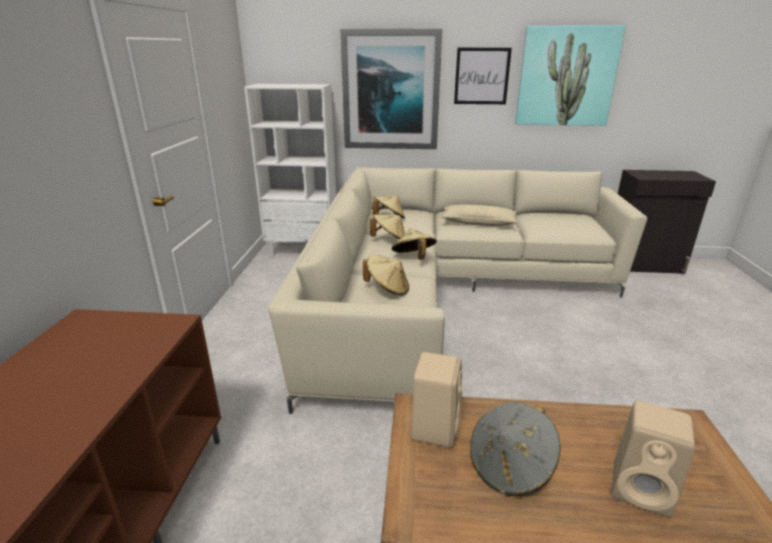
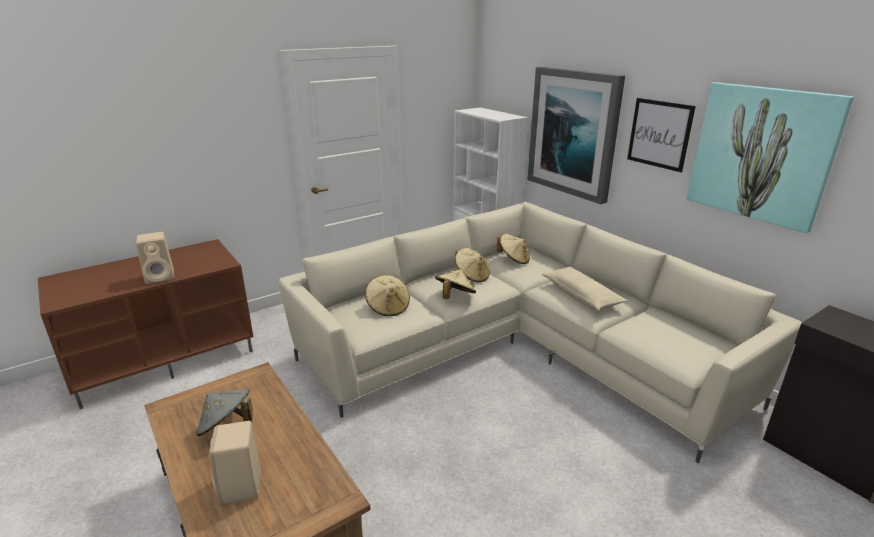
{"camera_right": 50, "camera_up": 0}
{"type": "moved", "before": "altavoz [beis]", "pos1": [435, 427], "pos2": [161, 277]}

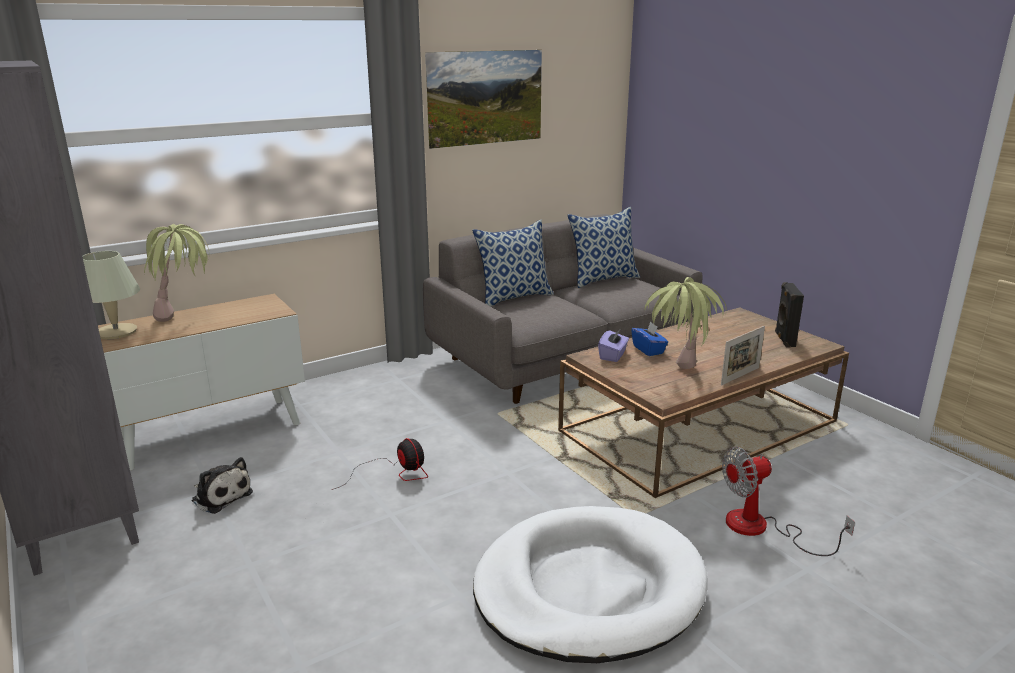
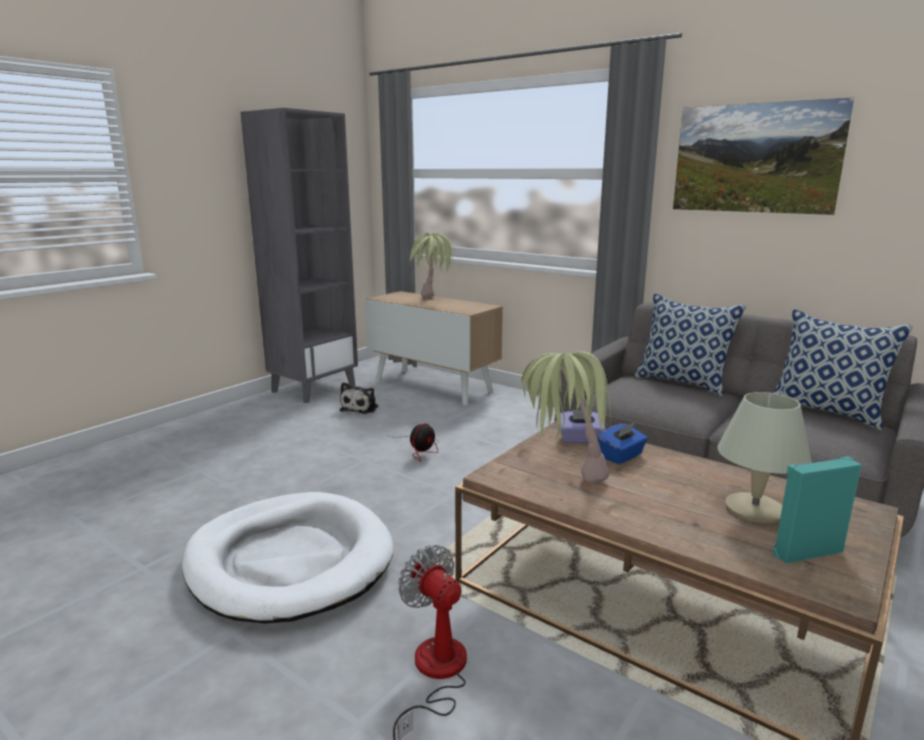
{"camera_right": 70, "camera_up": -5}
{"type": "removed", "before": "portarretratos", "pos1": [740, 376]}
{"type": "moved", "before": "lámpara de mesa [beis]", "pos1": [116, 332], "pos2": [754, 509]}
{"type": "recoloured", "before": "altavoz [negro]", "after": "altavoz [turquesa]", "pos1": [784, 339], "pos2": [805, 552]}

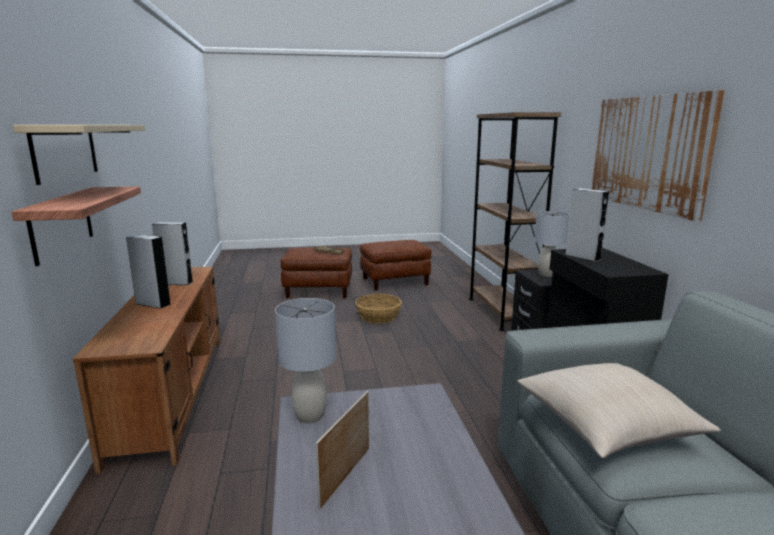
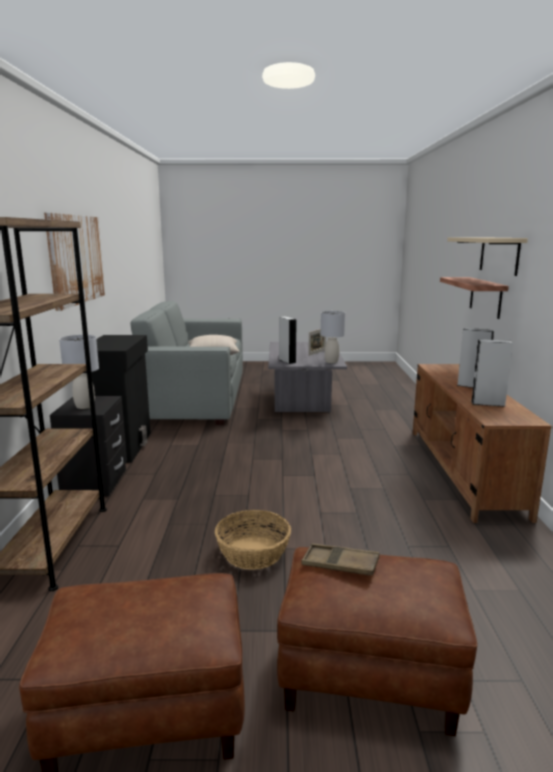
{"camera_right": -170, "camera_up": 0}
{"type": "moved", "before": "altavoz [gris]", "pos1": [582, 257], "pos2": [287, 361]}

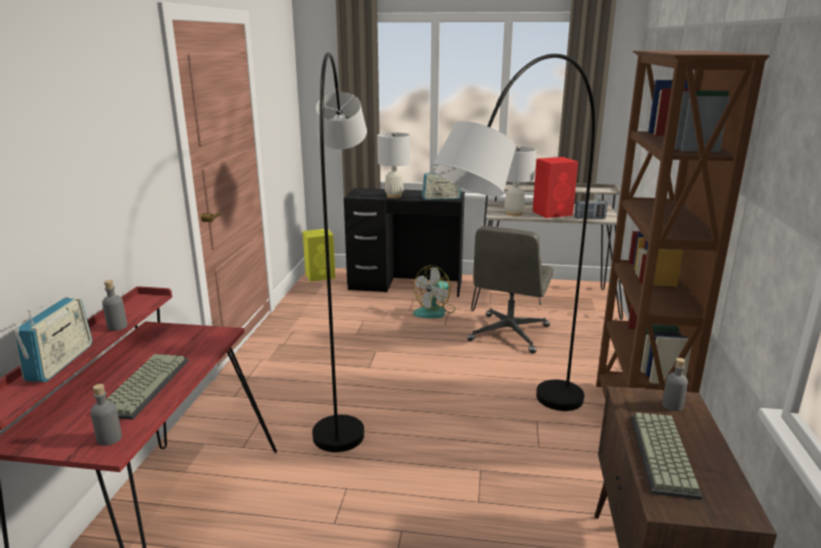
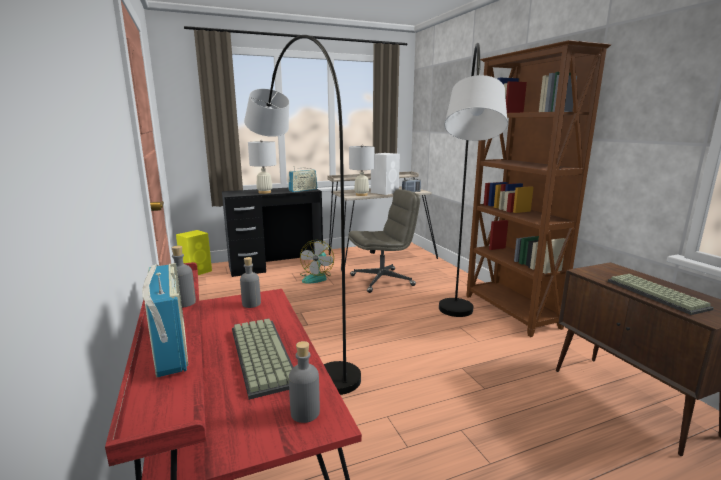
{"camera_right": -30, "camera_up": -5}
{"type": "moved", "before": "botella [gris]", "pos1": [672, 405], "pos2": [251, 304]}
{"type": "recoloured", "before": "altavoz [rojo]", "after": "altavoz [blanco]", "pos1": [553, 213], "pos2": [385, 192]}
{"type": "turned", "before": "silla de oficina [gris]", "pos1": [509, 334], "pos2": [382, 280], "turn": -105}

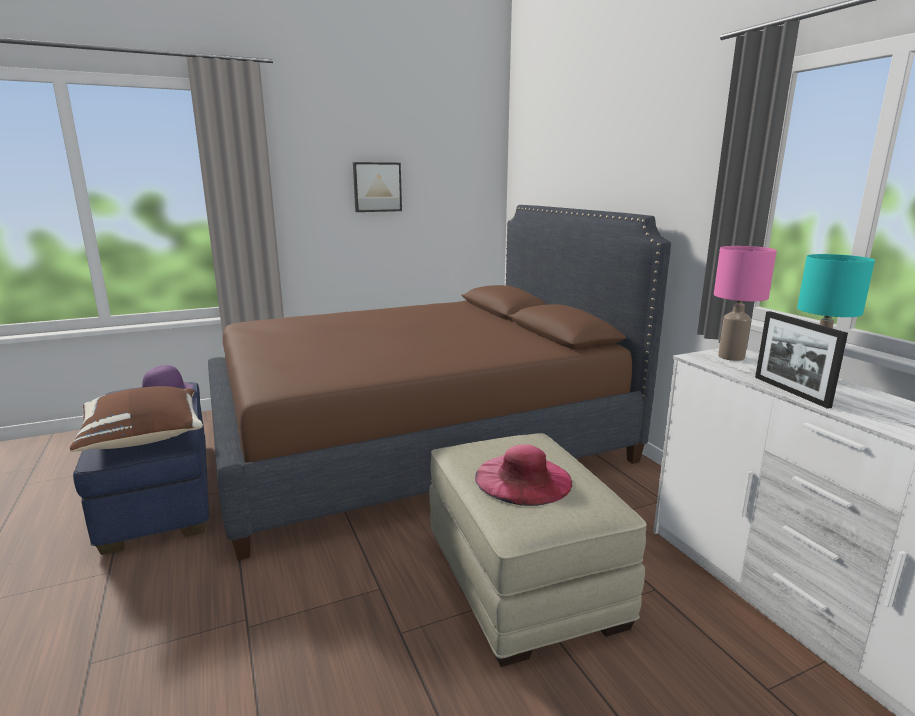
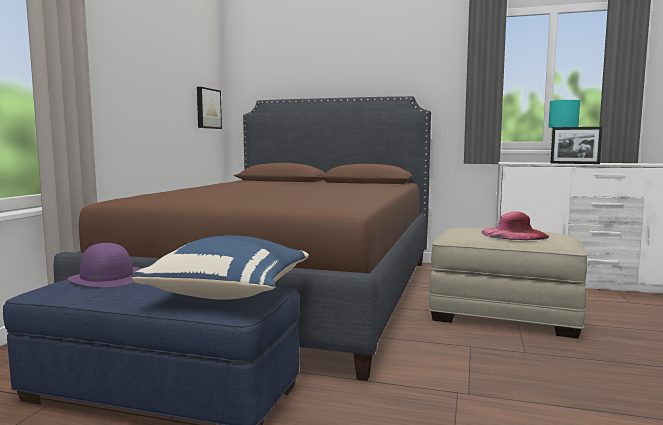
{"camera_right": -50, "camera_up": -10}
{"type": "removed", "before": "lámpara de mesa [rosa]", "pos1": [730, 357]}
{"type": "moved", "before": "cuadro", "pos1": [377, 187], "pos2": [207, 108]}
{"type": "recoloured", "before": "cojín [marrón]", "after": "cojín [azul]", "pos1": [144, 438], "pos2": [231, 293]}

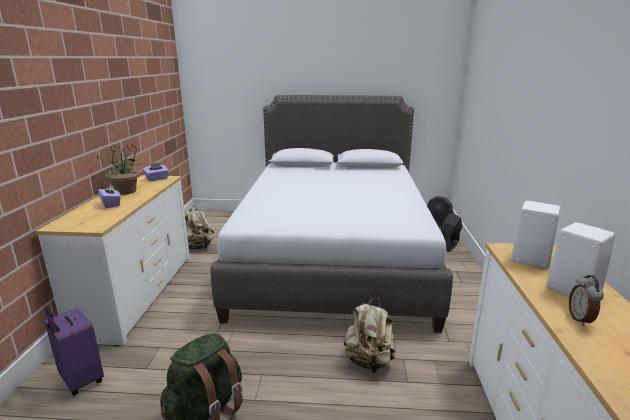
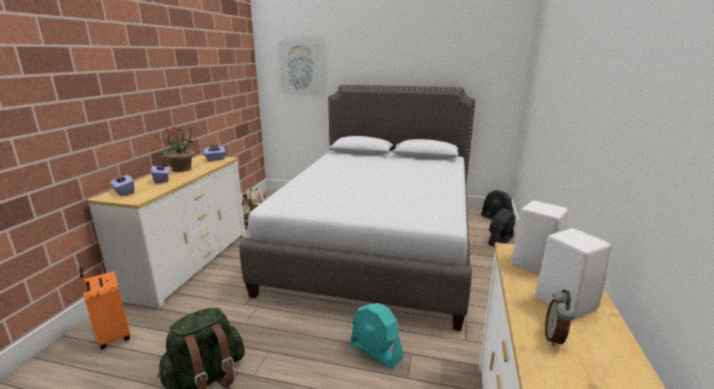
{"camera_right": 10, "camera_up": 0}
{"type": "added", "after": "caja de pañuelos [morado]", "pos2": [124, 192]}
{"type": "added", "after": "cuadro", "pos2": [300, 68]}
{"type": "replaced", "before": "mochila [beis]", "after": "ventilador [turquesa]", "pos1": [369, 361], "pos2": [376, 351]}
{"type": "recoloured", "before": "maleta [morado]", "after": "maleta [naranja]", "pos1": [80, 381], "pos2": [112, 336]}

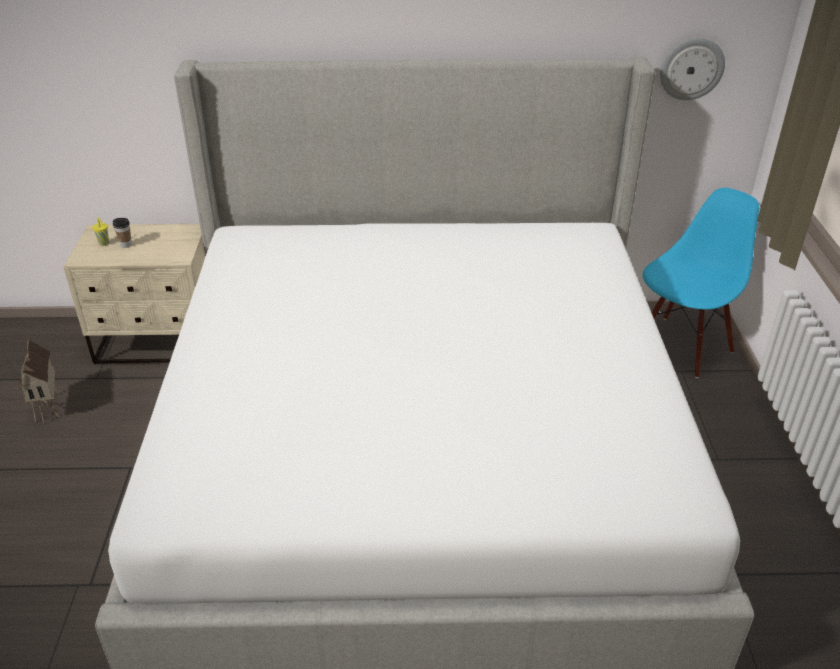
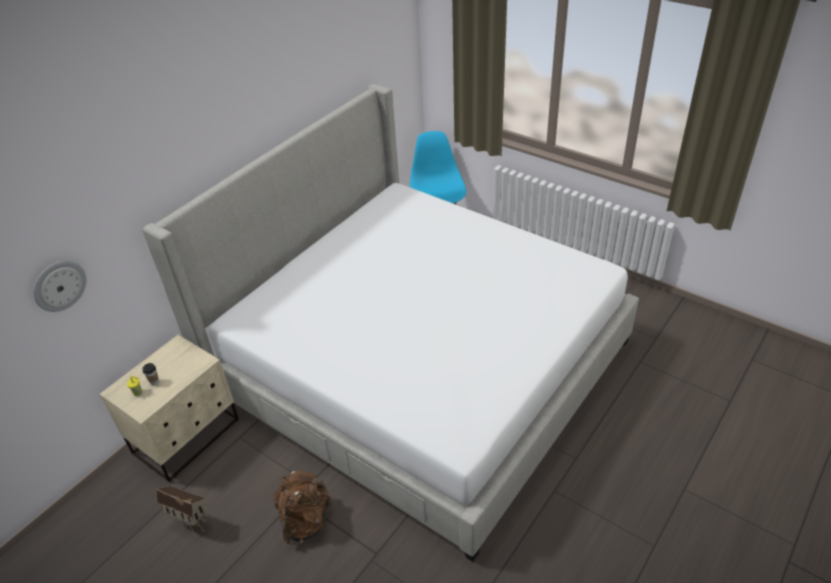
{"camera_right": -50, "camera_up": 5}
{"type": "added", "after": "mochila [marrón]", "pos2": [305, 521]}
{"type": "moved", "before": "reloj de pared", "pos1": [691, 68], "pos2": [59, 285]}

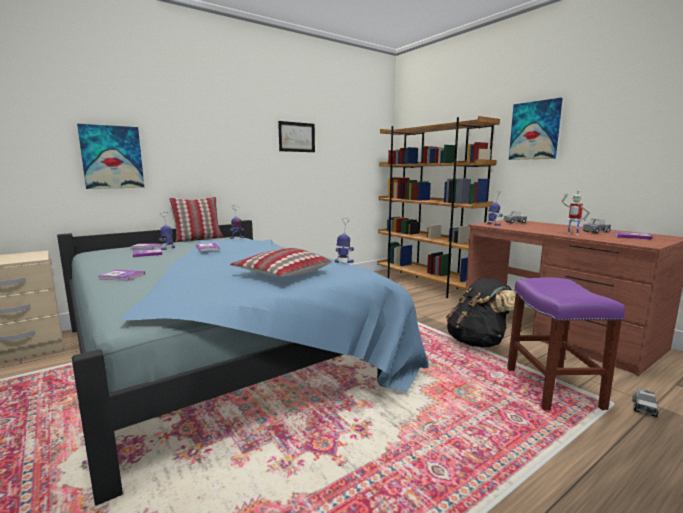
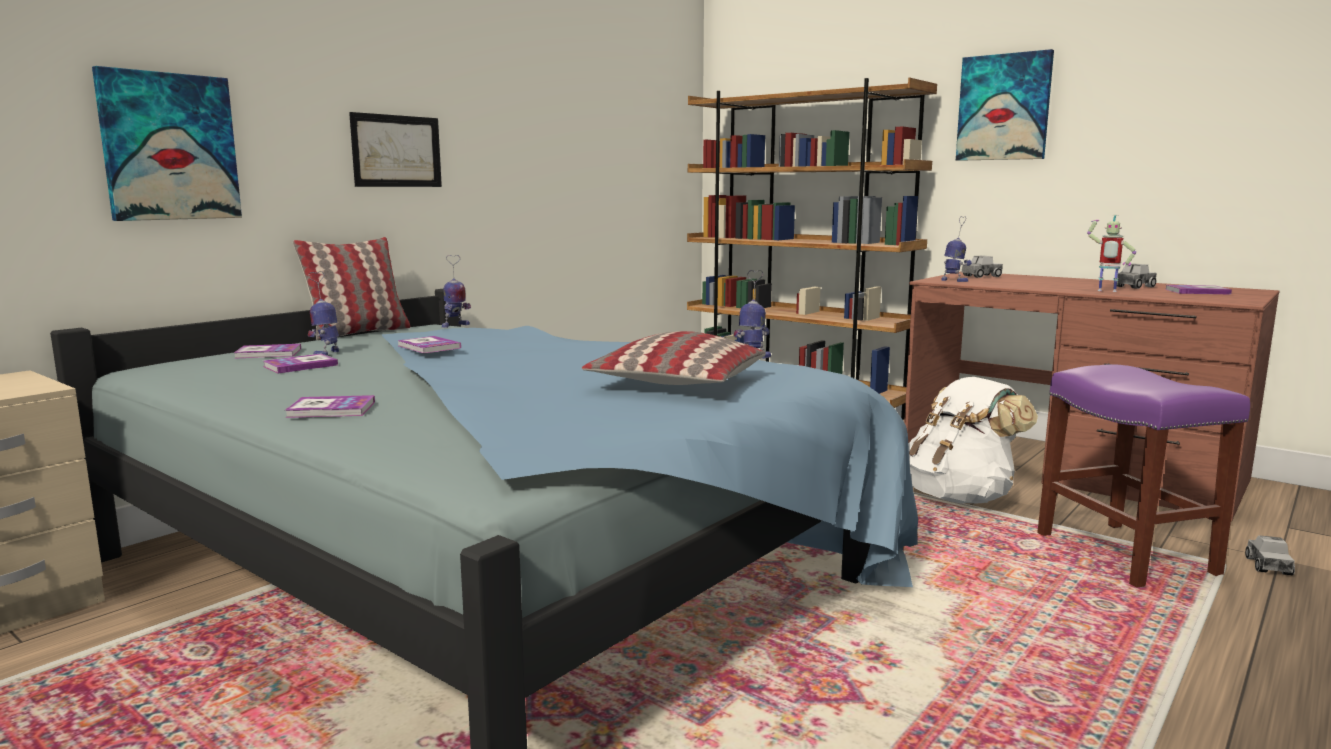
{"camera_right": -15, "camera_up": 0}
{"type": "moved", "before": "cuadro", "pos1": [297, 137], "pos2": [396, 151]}
{"type": "recoloured", "before": "mochila [negro]", "after": "mochila [blanco]", "pos1": [477, 342], "pos2": [959, 497]}

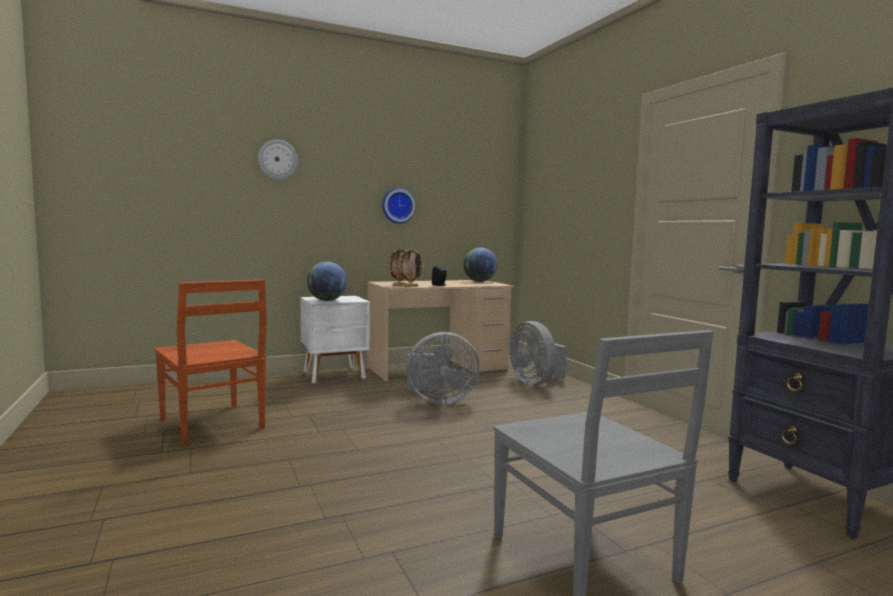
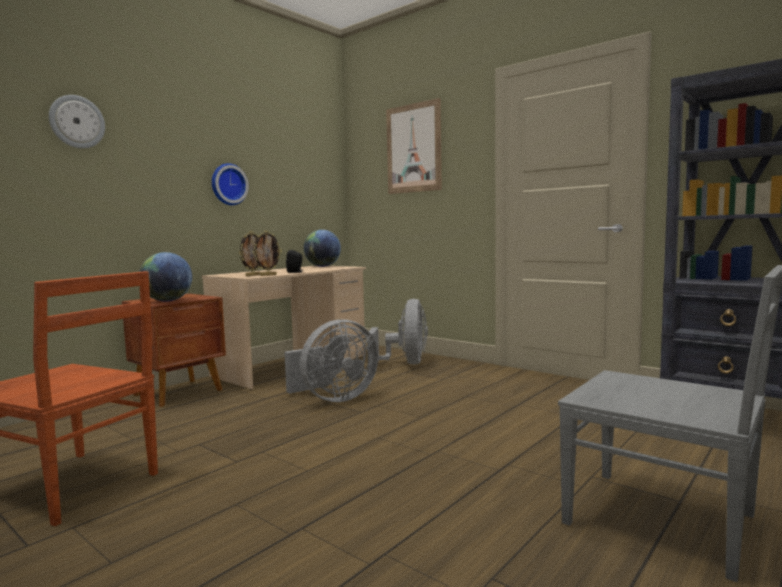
{"camera_right": -25, "camera_up": 0}
{"type": "added", "after": "cuadro", "pos2": [413, 148]}
{"type": "recoloured", "before": "mesita de noche [blanco]", "after": "mesita de noche [marrón]", "pos1": [335, 375], "pos2": [180, 392]}
{"type": "turned", "before": "ventilador [gris]", "pos1": [535, 382], "pos2": [405, 364], "turn": -120}

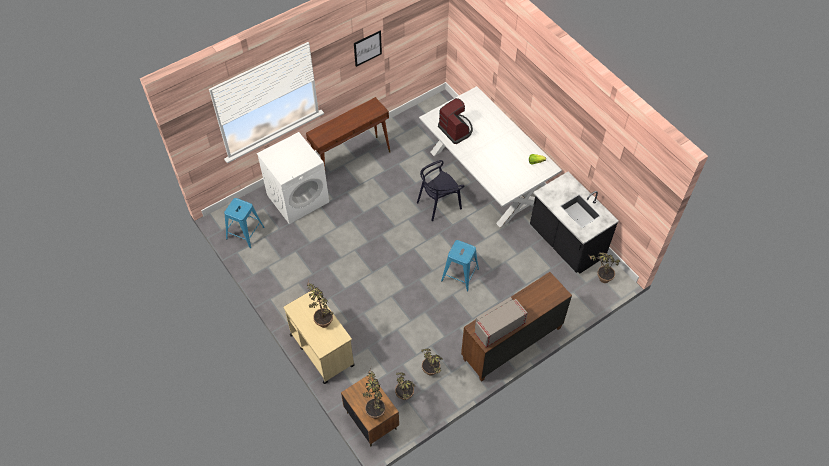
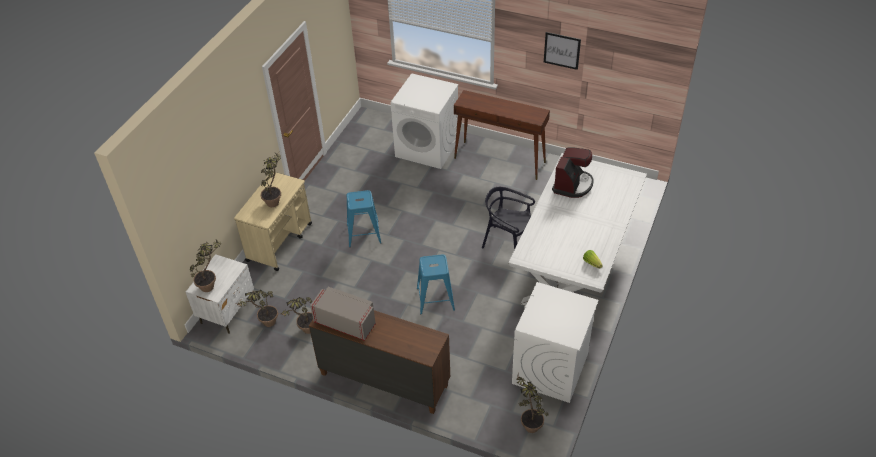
{"camera_right": 60, "camera_up": -10}
{"type": "moved", "before": "taburete [azul]", "pos1": [245, 233], "pos2": [363, 234]}
{"type": "replaced", "before": "mueble bajo de cocina [negro]", "after": "lavadora [blanco]", "pos1": [566, 243], "pos2": [550, 369]}
{"type": "recoloured", "before": "mesita de noche [marrón]", "after": "mesita de noche [blanco]", "pos1": [371, 420], "pos2": [228, 311]}

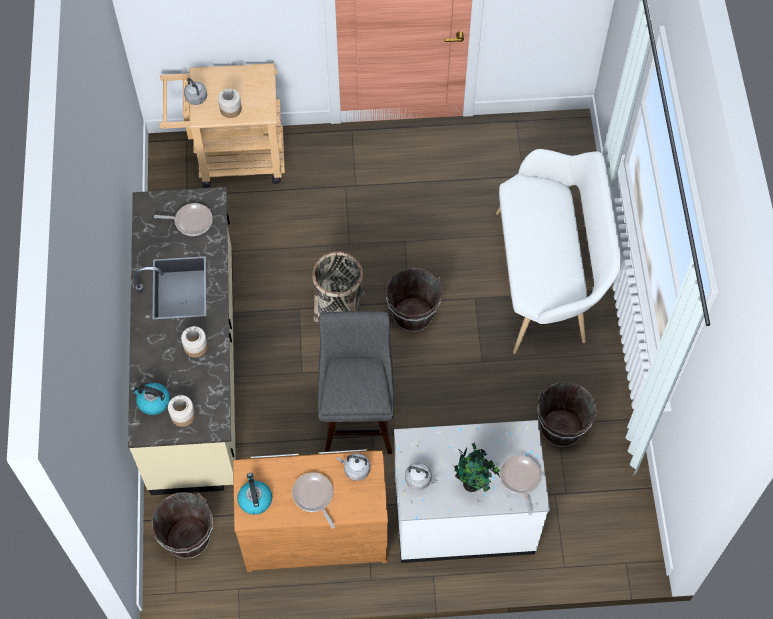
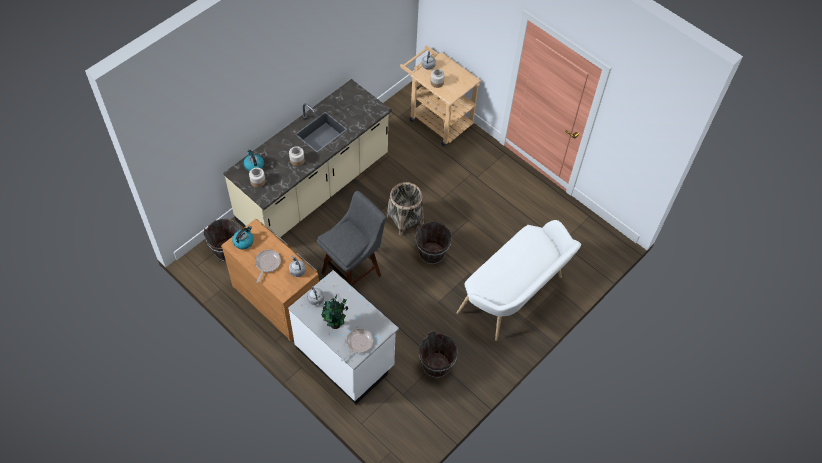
{"camera_right": 45, "camera_up": -5}
{"type": "removed", "before": "sartén", "pos1": [191, 221]}

